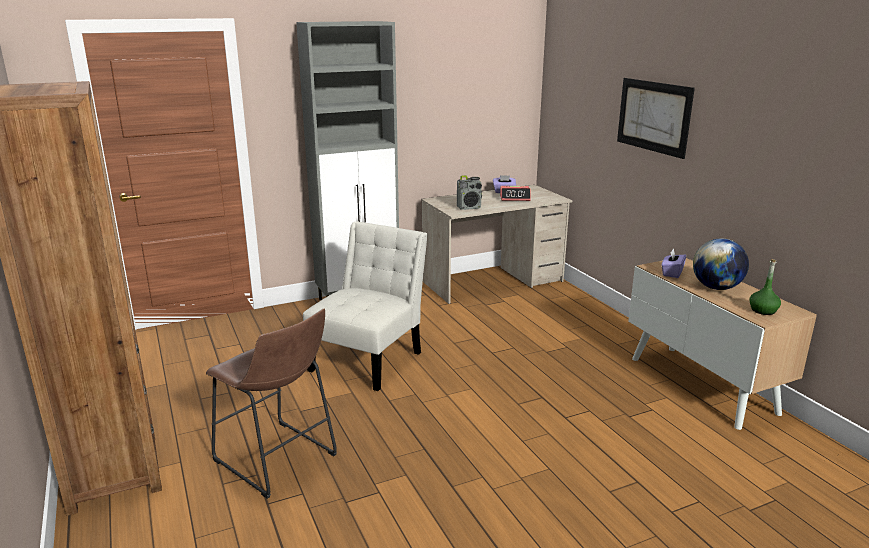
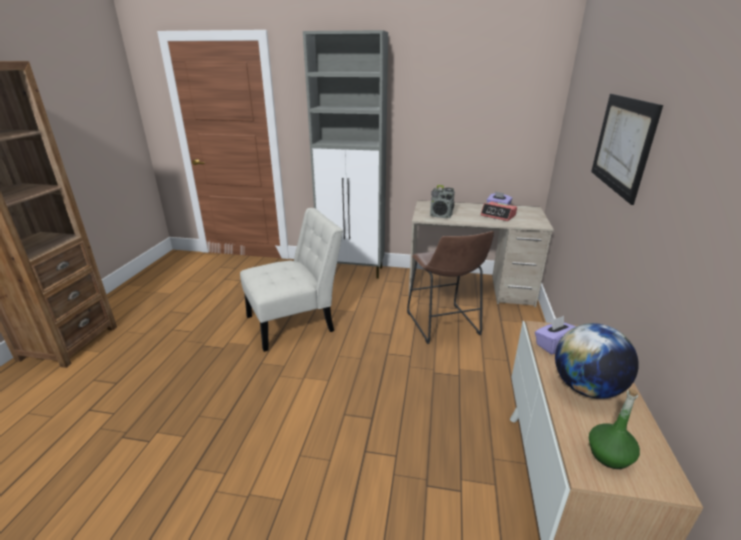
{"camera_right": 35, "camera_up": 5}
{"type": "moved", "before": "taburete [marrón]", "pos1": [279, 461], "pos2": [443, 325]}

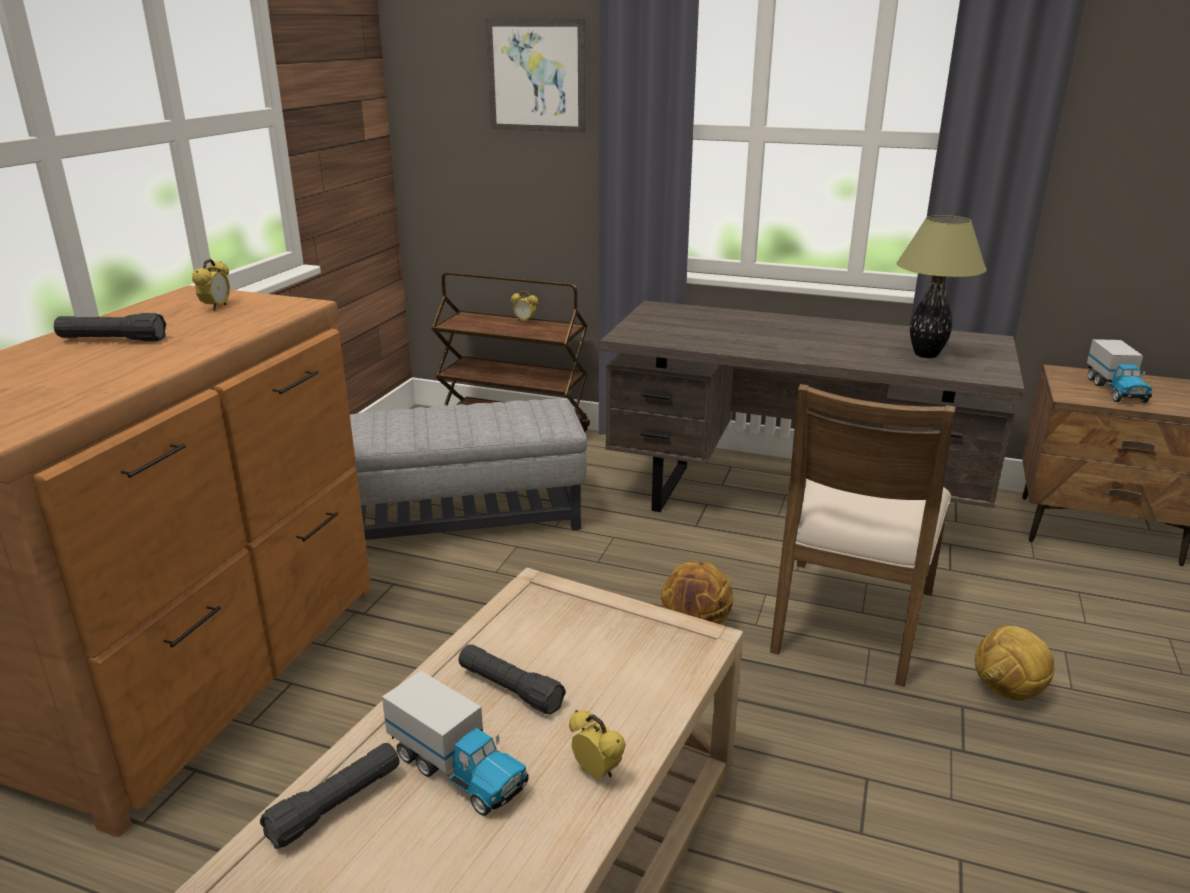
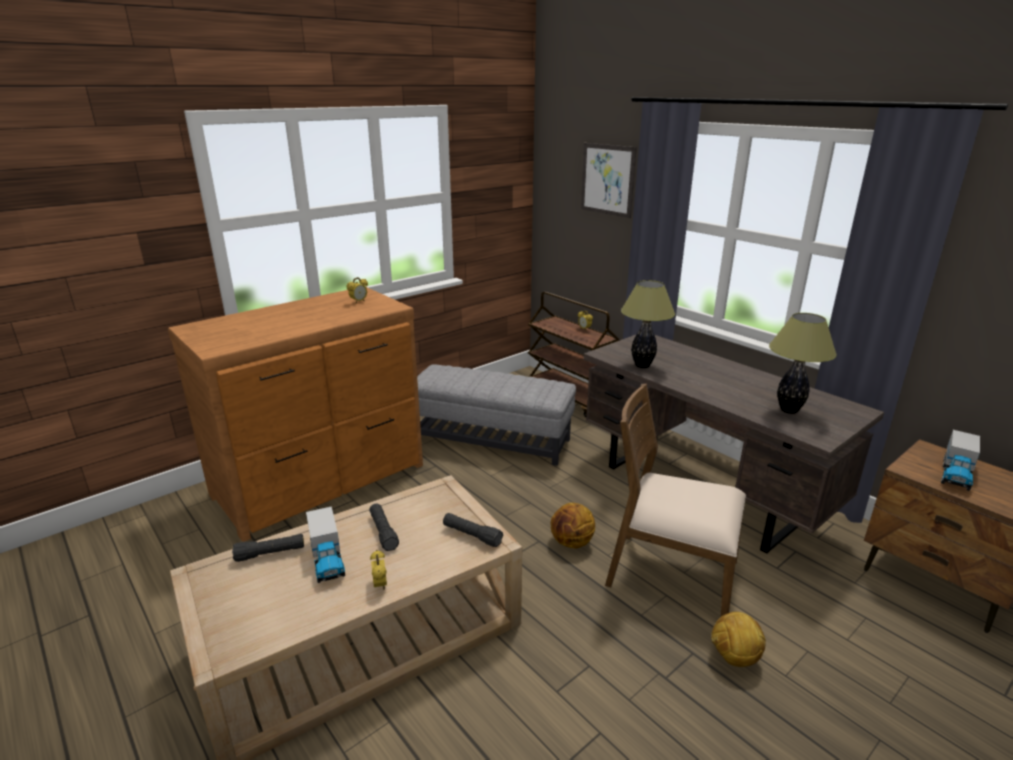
{"camera_right": 30, "camera_up": 0}
{"type": "added", "after": "lámpara de mesa", "pos2": [642, 365]}
{"type": "moved", "before": "linterna [negro]", "pos1": [113, 340], "pos2": [472, 535]}
{"type": "turned", "before": "silla [marrón]", "pos1": [850, 620], "pos2": [671, 574], "turn": 60}

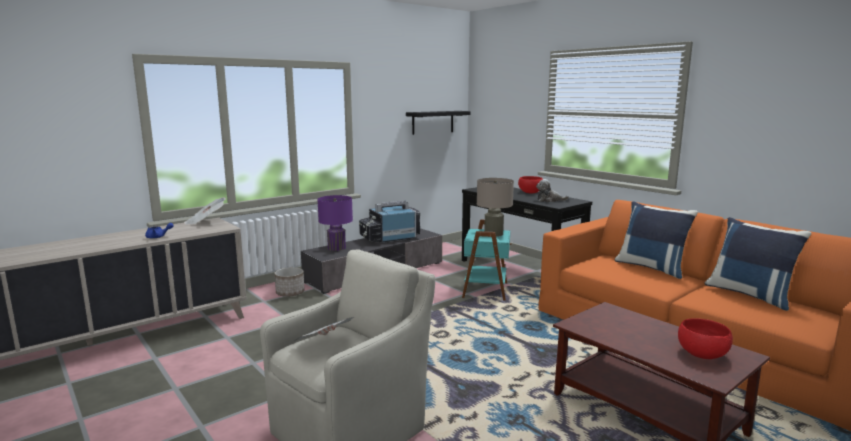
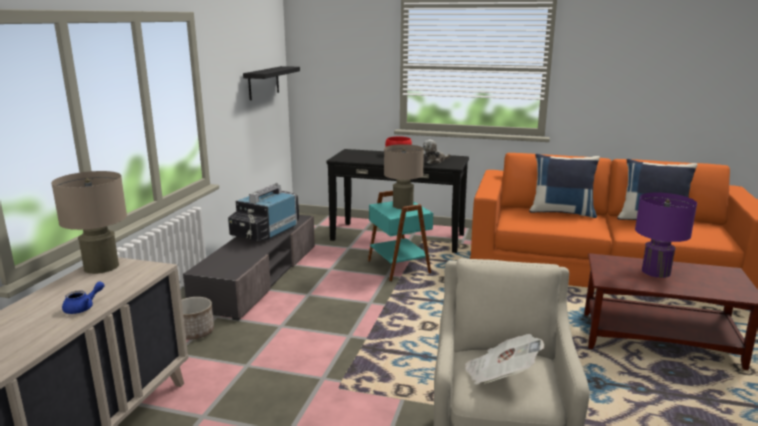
{"camera_right": -35, "camera_up": 5}
{"type": "removed", "before": "cuenco [rojo]", "pos1": [702, 354]}
{"type": "moved", "before": "lámpara de mesa [morado]", "pos1": [336, 248], "pos2": [656, 272]}
{"type": "replaced", "before": "periódico", "after": "lámpara de mesa [beis]", "pos1": [205, 222], "pos2": [101, 267]}

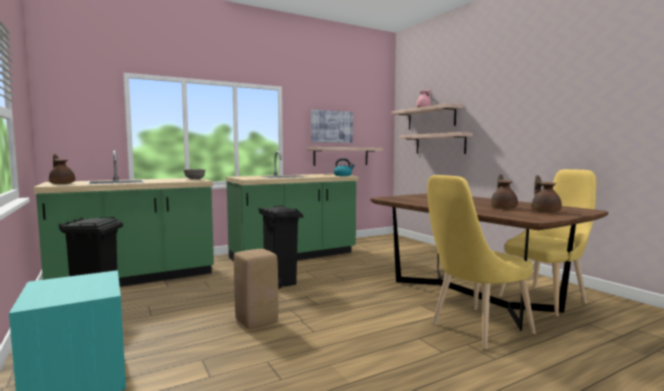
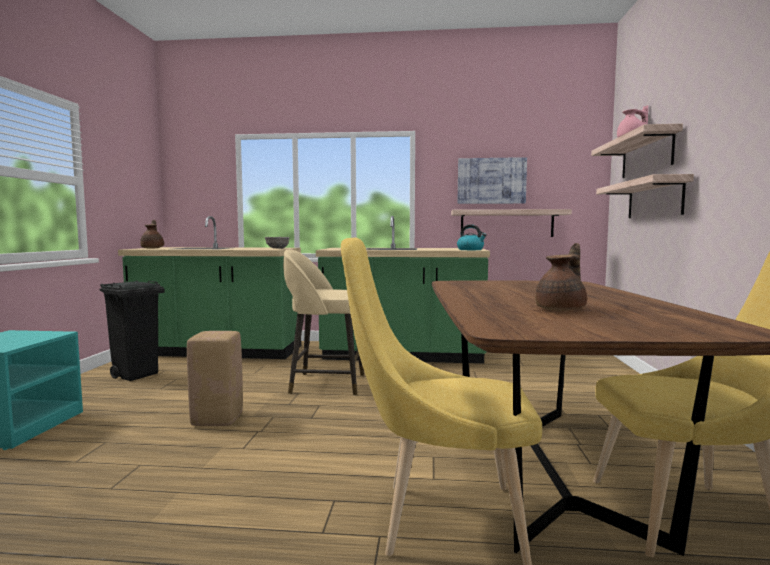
{"camera_right": 35, "camera_up": 0}
{"type": "removed", "before": "tetera [marrón]", "pos1": [545, 211]}
{"type": "replaced", "before": "papelera [negro]", "after": "taburete [beis]", "pos1": [280, 283], "pos2": [325, 384]}

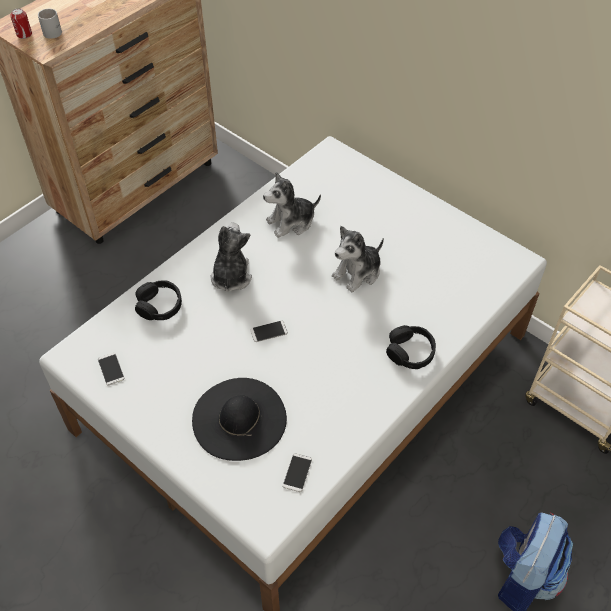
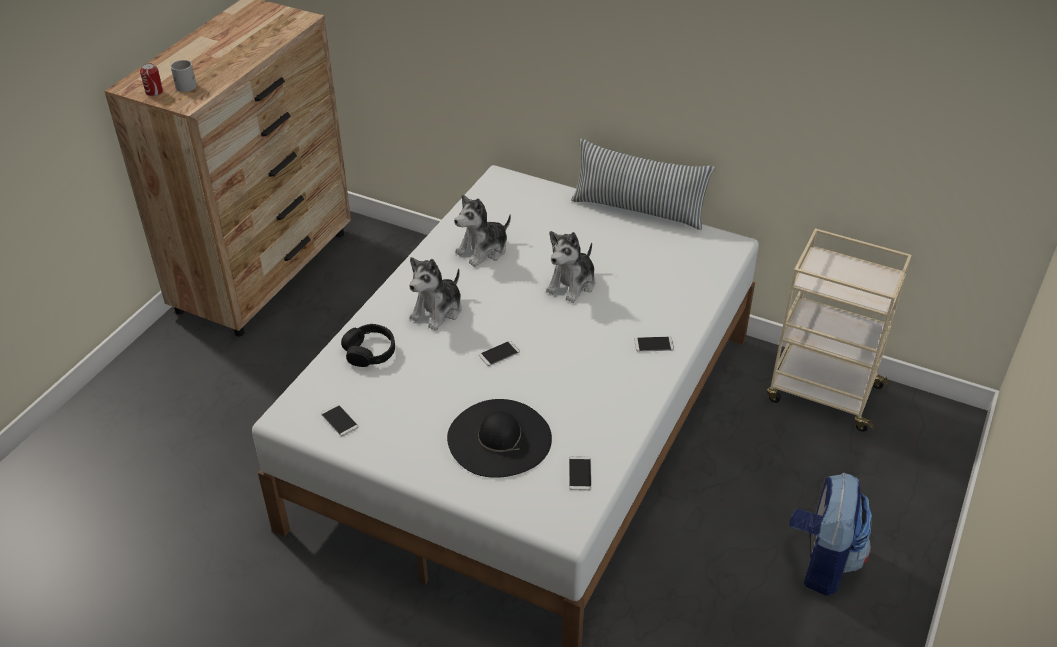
{"camera_right": -15, "camera_up": -10}
{"type": "added", "after": "cojín", "pos2": [638, 210]}
{"type": "replaced", "before": "auriculares [negro]", "after": "móvil", "pos1": [410, 352], "pos2": [653, 344]}
{"type": "turned", "before": "peluche", "pos1": [231, 276], "pos2": [438, 311], "turn": -135}

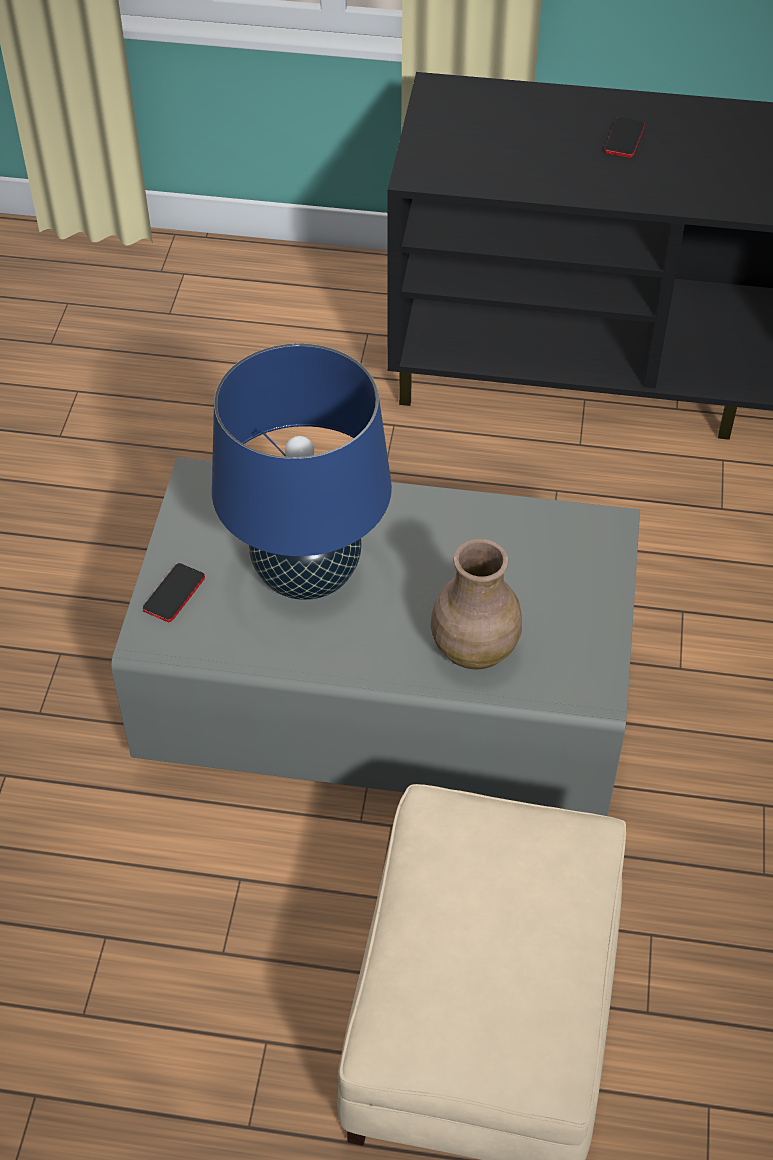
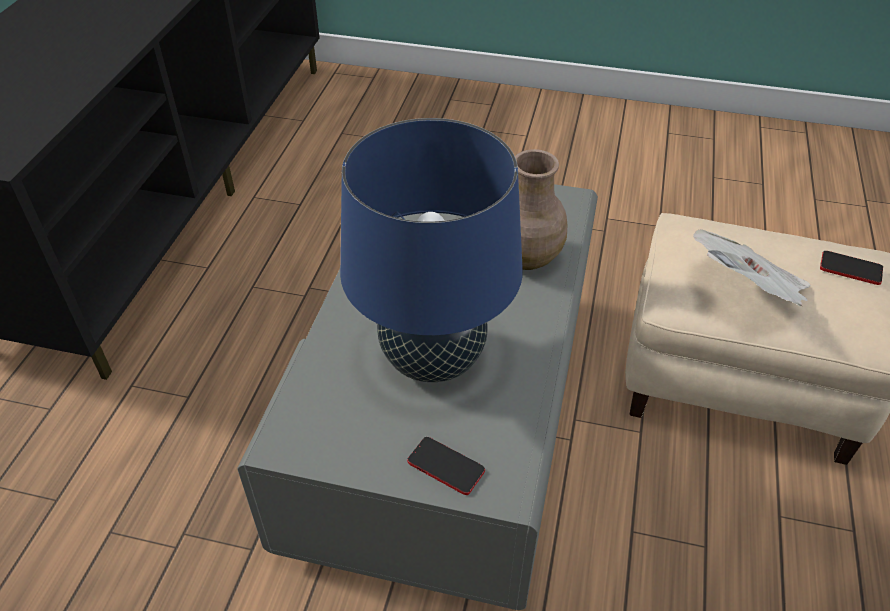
{"camera_right": -85, "camera_up": -5}
{"type": "added", "after": "periódico", "pos2": [747, 291]}
{"type": "moved", "before": "móvil", "pos1": [624, 139], "pos2": [850, 269]}

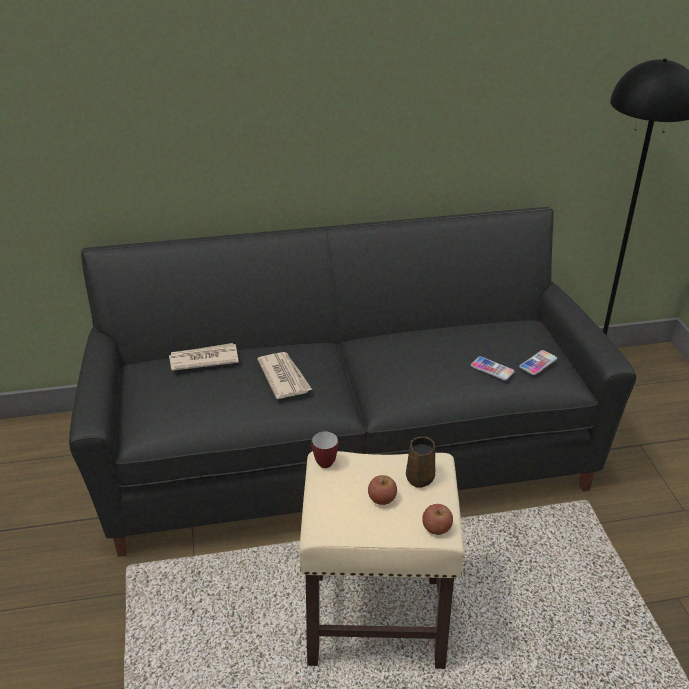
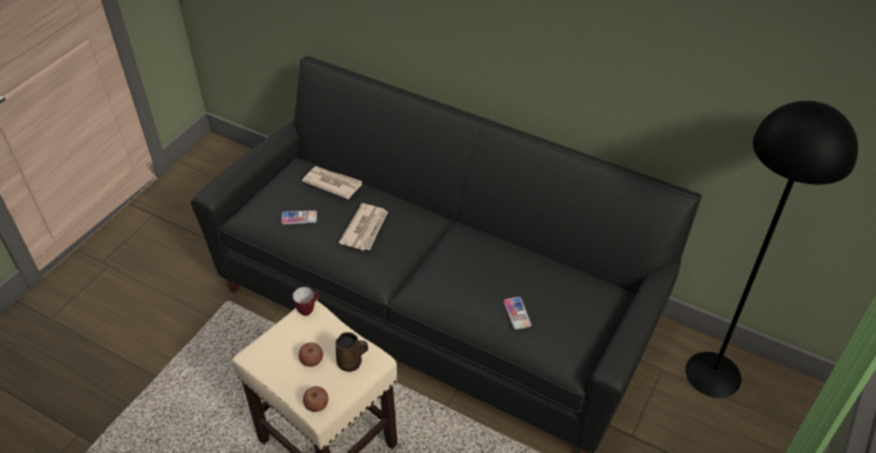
{"camera_right": 40, "camera_up": 10}
{"type": "moved", "before": "móvil", "pos1": [538, 363], "pos2": [299, 218]}

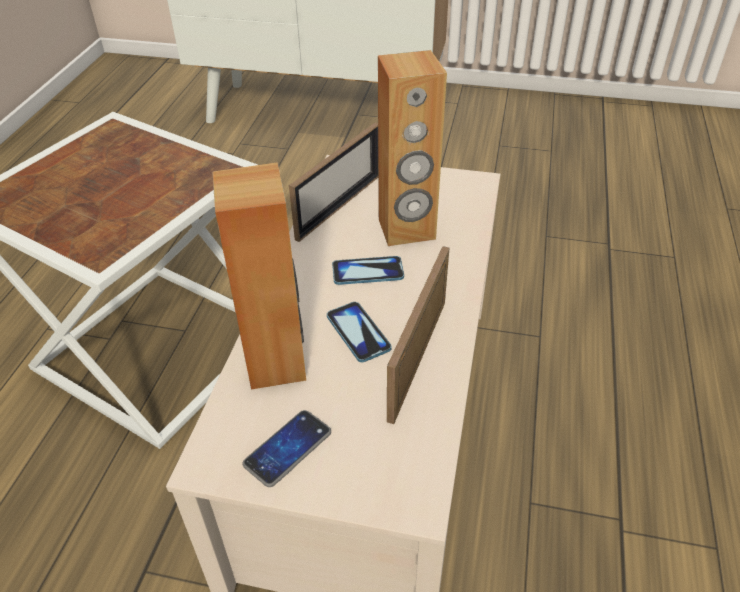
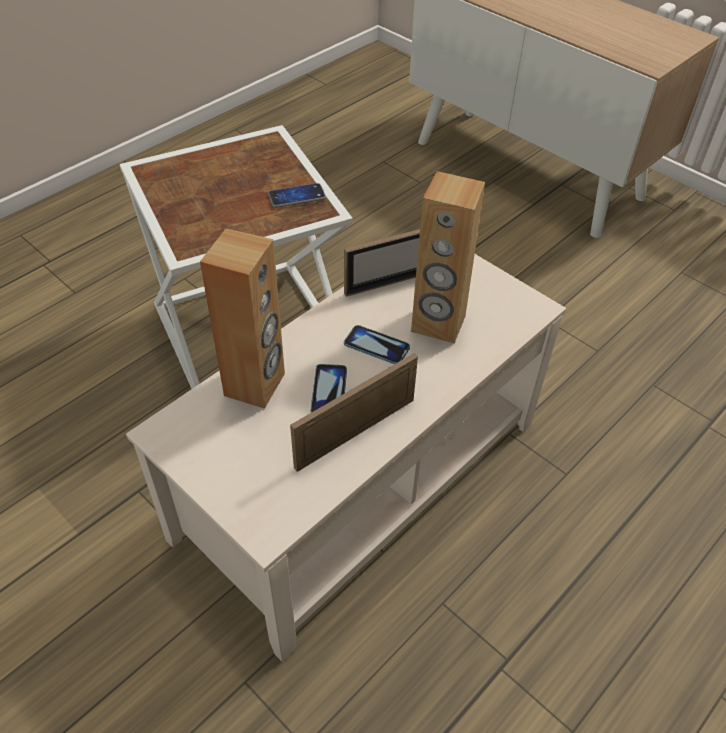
{"camera_right": 30, "camera_up": 5}
{"type": "moved", "before": "móvil", "pos1": [288, 448], "pos2": [297, 196]}

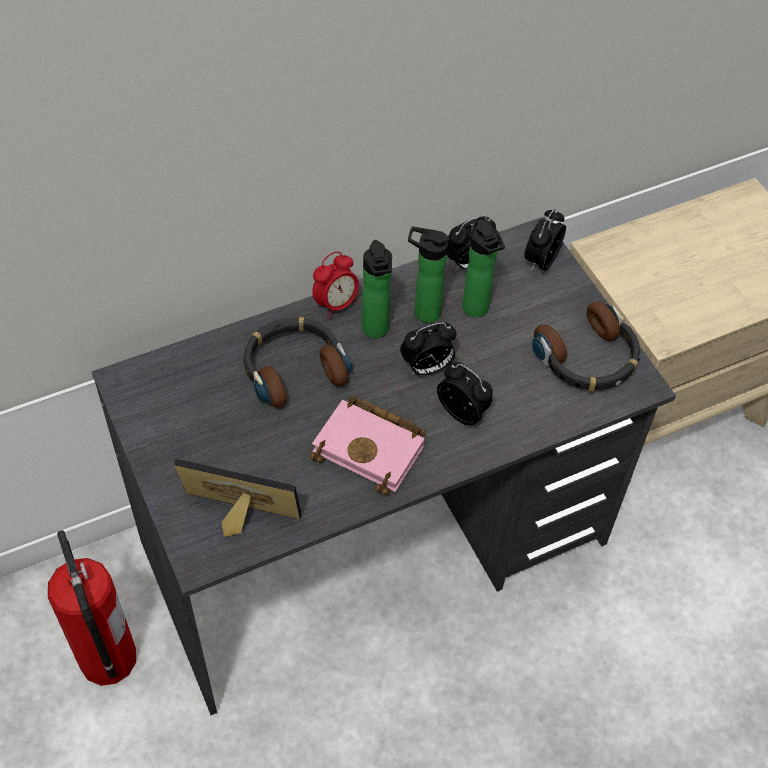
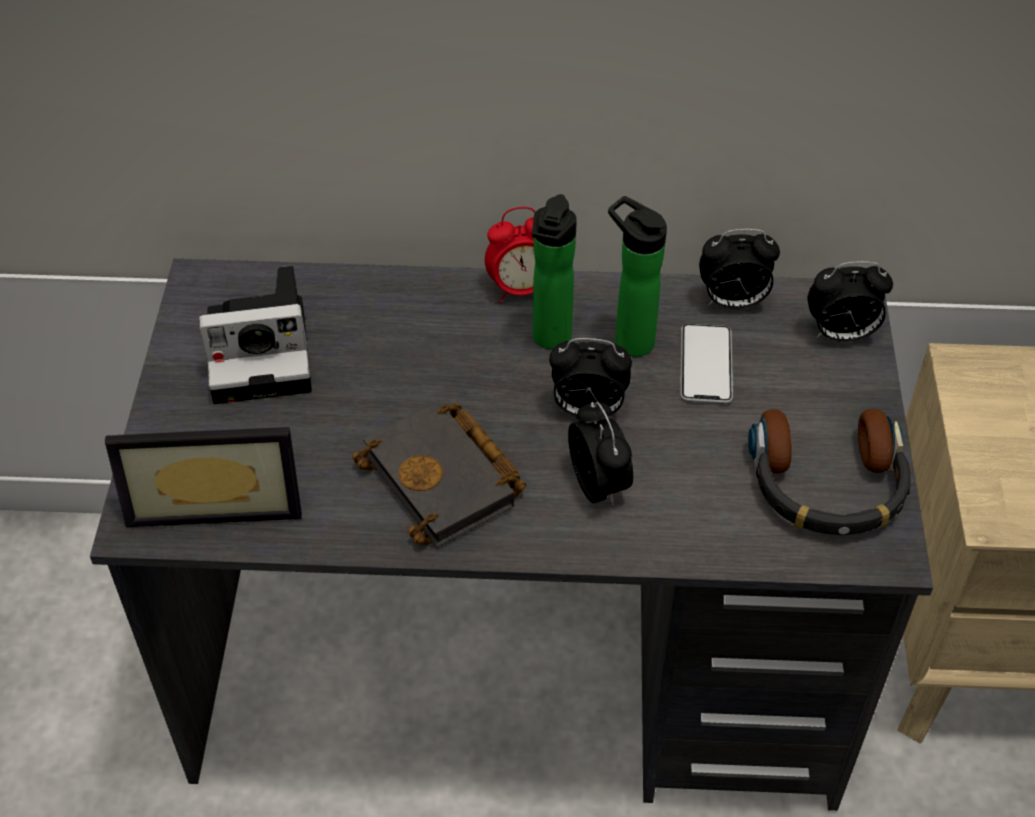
{"camera_right": 30, "camera_up": -5}
{"type": "removed", "before": "extintor", "pos1": [108, 659]}
{"type": "removed", "before": "auriculares", "pos1": [294, 367]}
{"type": "added", "after": "cámara", "pos2": [265, 351]}
{"type": "replaced", "before": "botella", "after": "móvil", "pos1": [477, 310], "pos2": [706, 365]}
{"type": "recoloured", "before": "libro [rosa]", "after": "libro [negro]", "pos1": [373, 448], "pos2": [446, 481]}
{"type": "turned", "before": "portarretratos", "pos1": [237, 520], "pos2": [216, 497], "turn": 135}
{"type": "turned", "before": "despertador", "pos1": [541, 260], "pos2": [840, 334], "turn": -150}

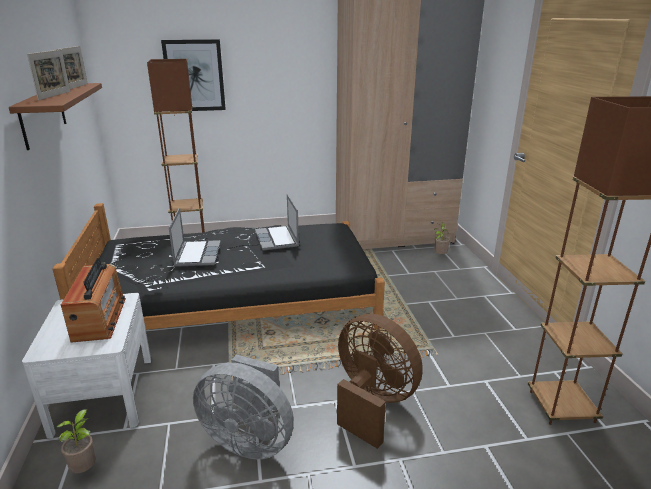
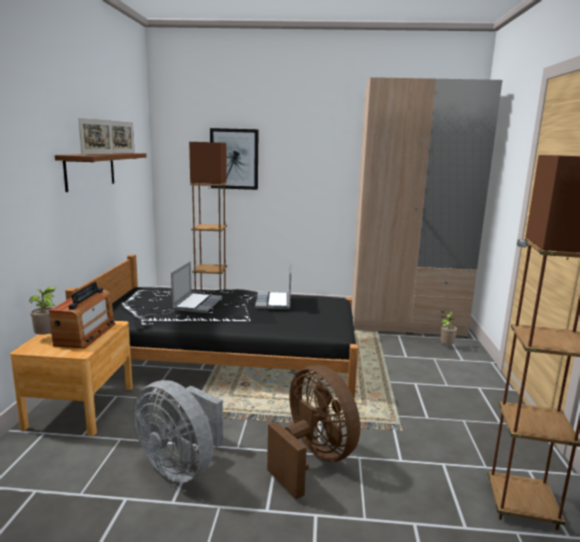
{"camera_right": 15, "camera_up": -10}
{"type": "moved", "before": "planta en maceta", "pos1": [86, 469], "pos2": [47, 338]}
{"type": "recoloured", "before": "mesita de noche [blanco]", "after": "mesita de noche [marrón]", "pos1": [104, 394], "pos2": [81, 407]}

